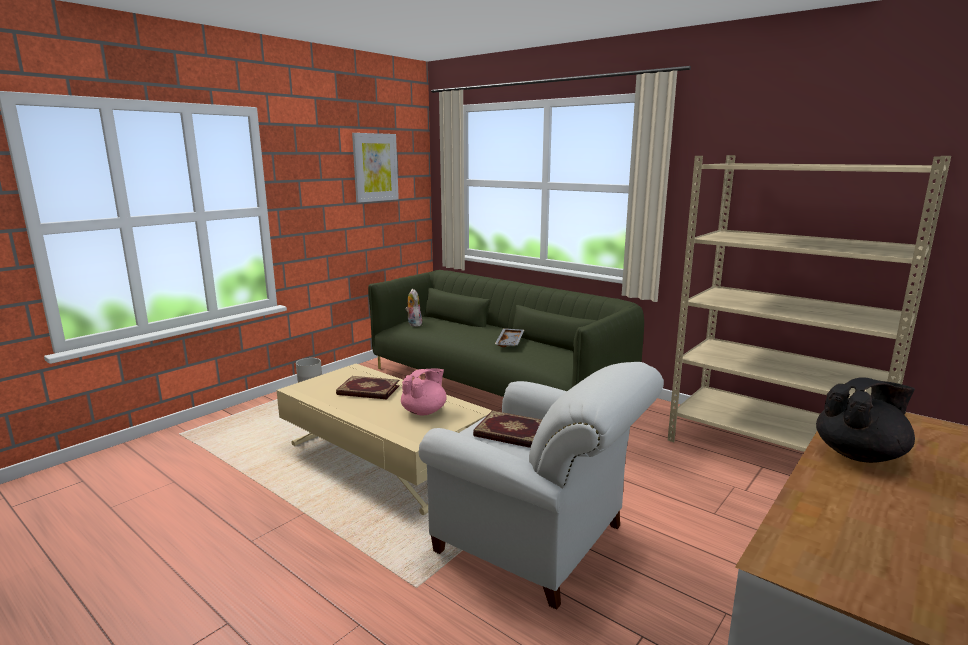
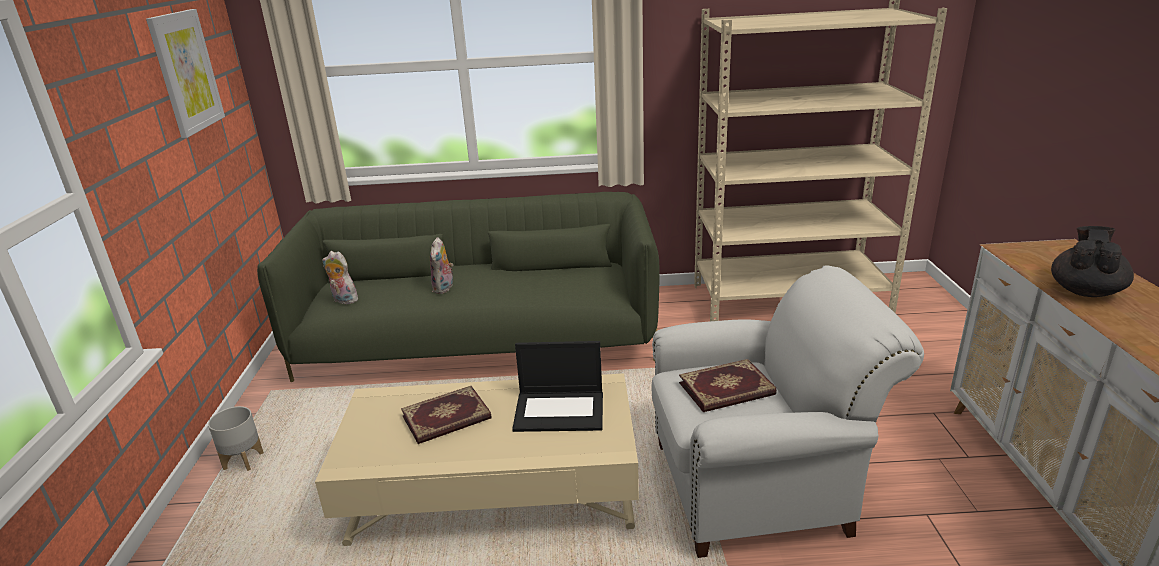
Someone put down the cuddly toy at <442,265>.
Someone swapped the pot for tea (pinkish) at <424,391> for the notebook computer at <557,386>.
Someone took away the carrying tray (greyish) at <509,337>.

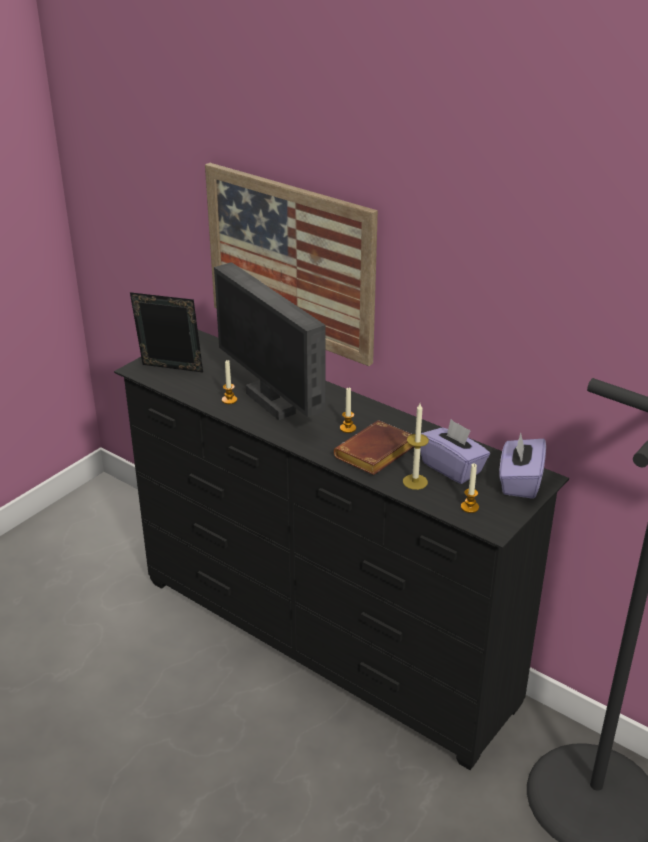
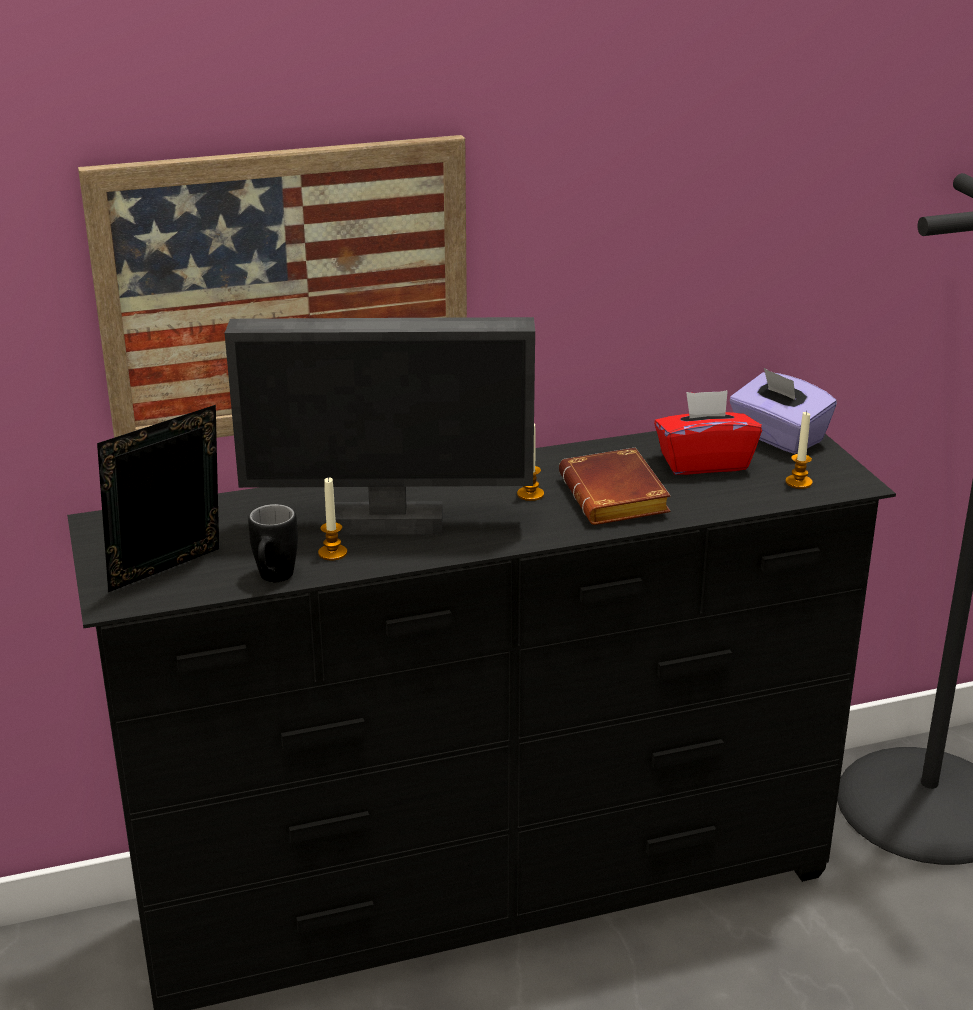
Someone put down the tea mug (black) at <273,543>.
Someone repainted the tissue box (purplish) at <455,451>, which became the tissue box (red) at <708,432>.
Someone took away the wax candle at <416,446>.

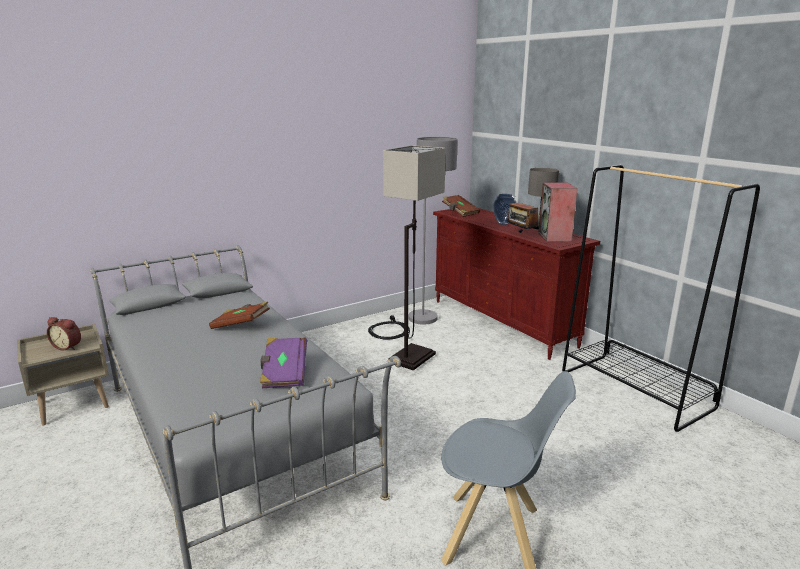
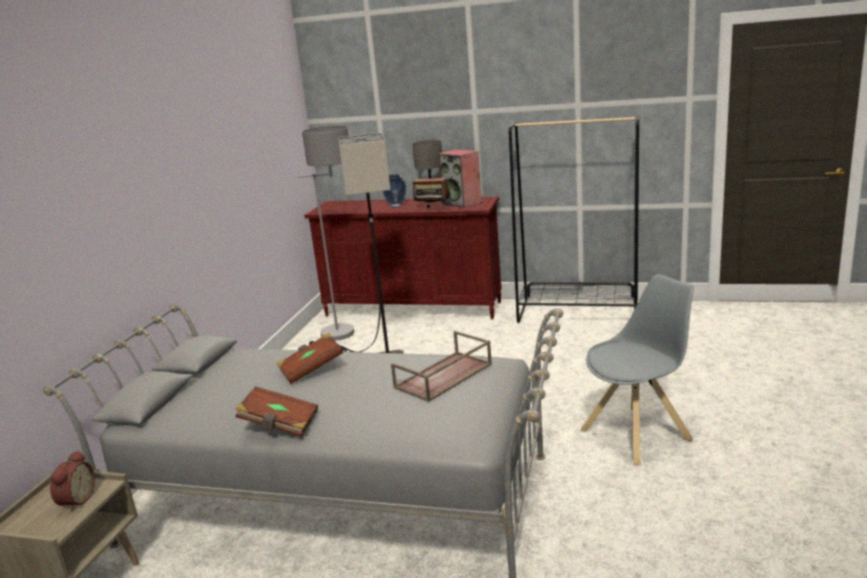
Someone rotated the alarm clock at <64,334> by 60 degrees counterclockwise.
Someone carried the volume (brown-coloured) from <461,206> to <276,412>.
Someone swapped the volume (purplish) at <283,363> for the carrying tray (brown-coloured) at <441,366>.

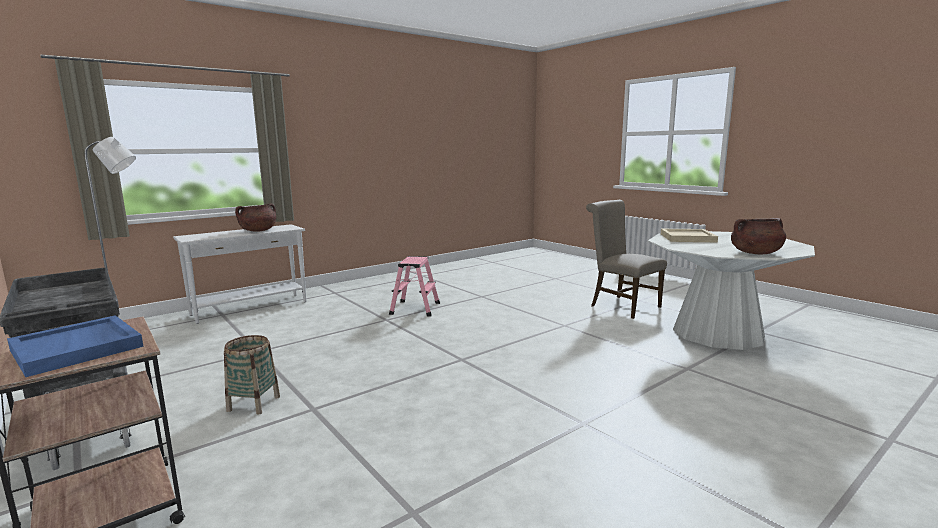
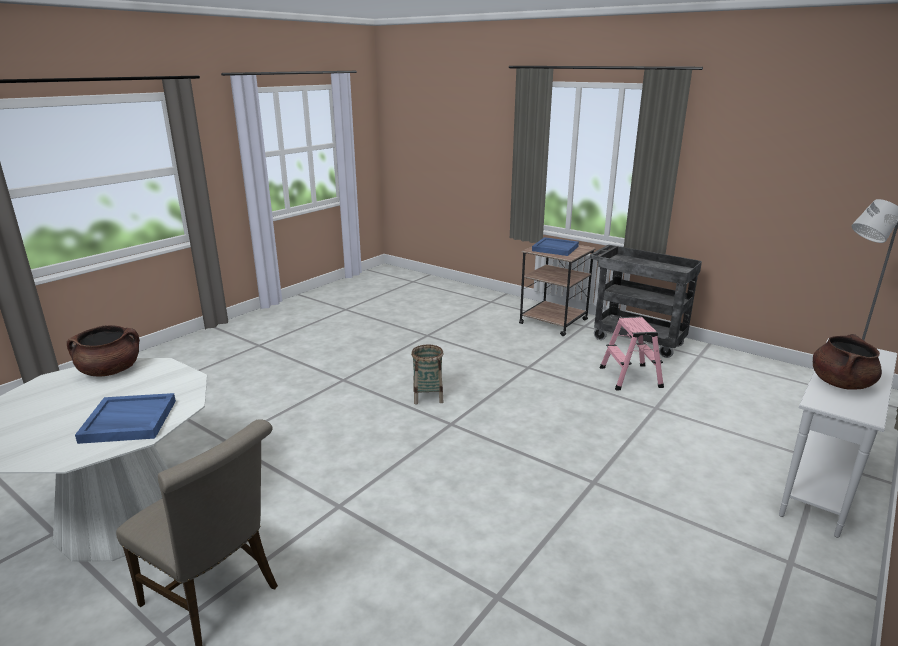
Someone repainted the carrying tray (beige-coloured) at <689,235>, which became the carrying tray (bluish) at <125,418>.
Someone carried the basket from <252,375> to <427,374>.
Someone carried the step stool (pinkish) from <414,286> to <631,353>.

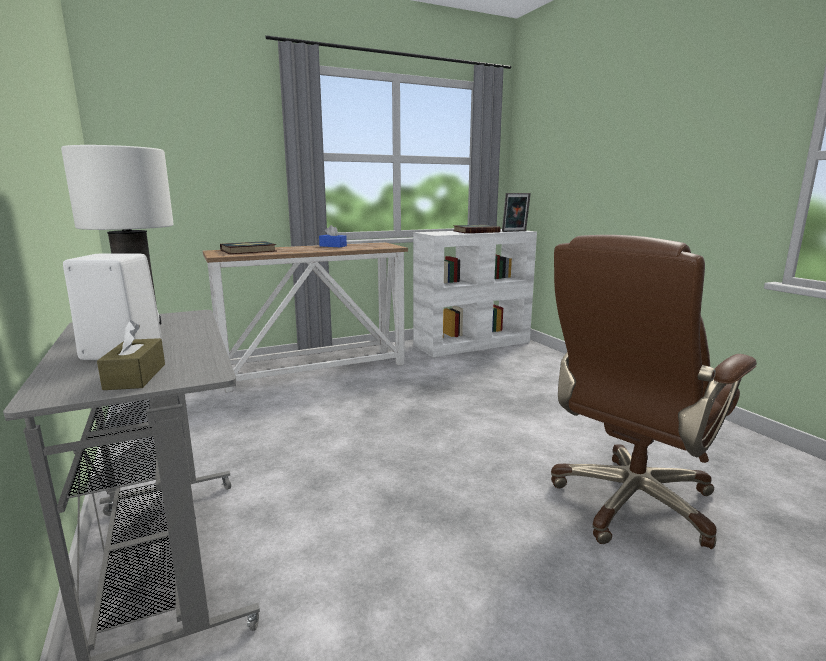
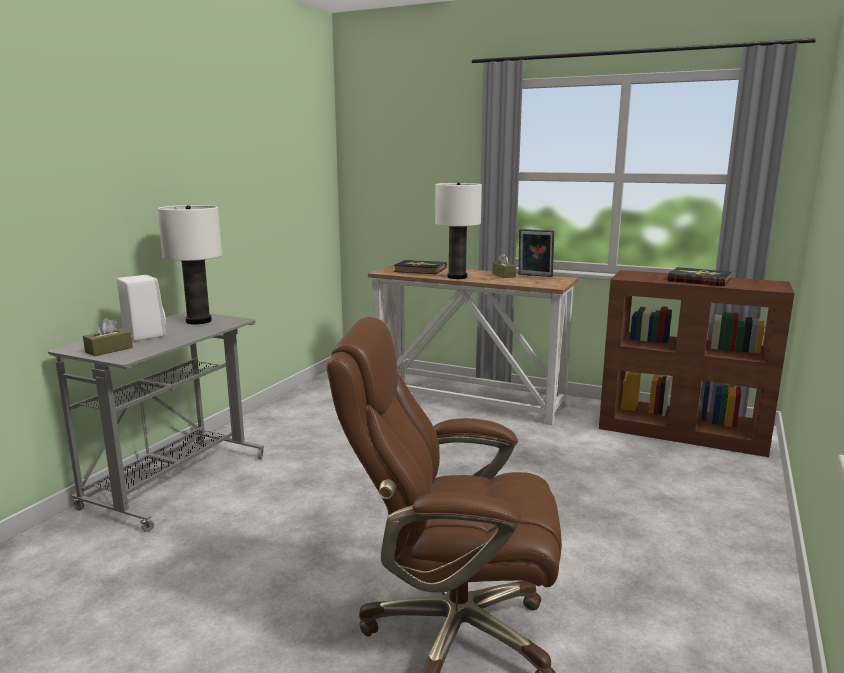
Someone put down the lamp for a table (white) at <458,231>.
Someone repainted the tissue box (bluish) at <333,236>, which became the tissue box (brown-coloured) at <504,265>.
Someone carried the photo frame from <516,212> to <536,253>.
Someone repainted the bookshelf (white) at <475,293>, which became the bookshelf (brown-coloured) at <697,363>.

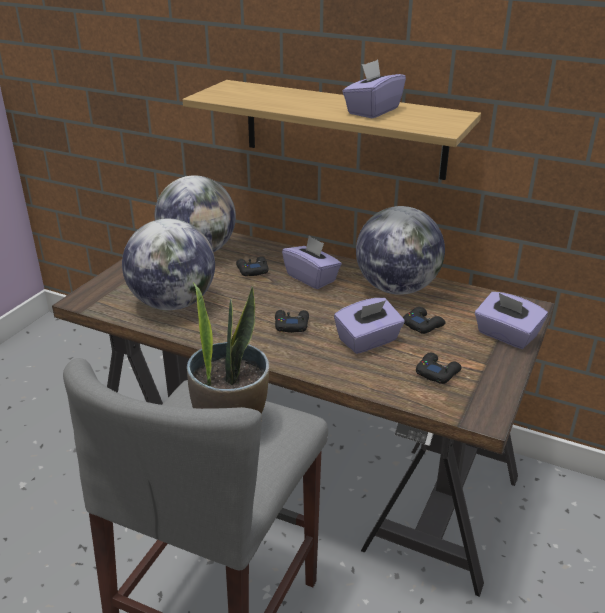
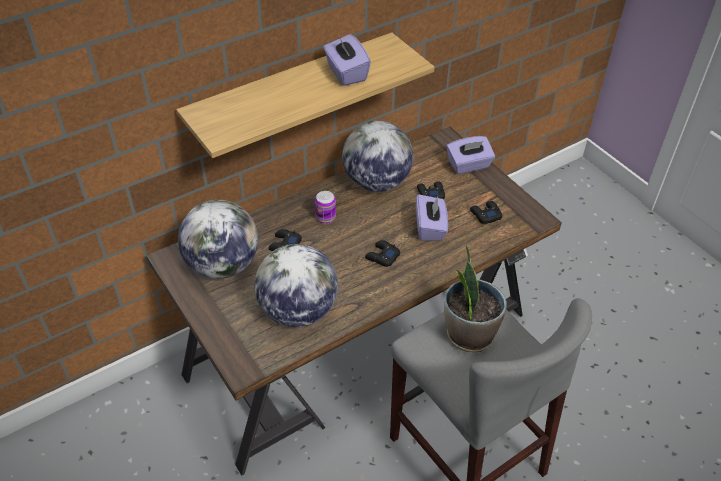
Someone swapped the tissue box (purplish) at <312,262> for the sealed can at <325,207>.

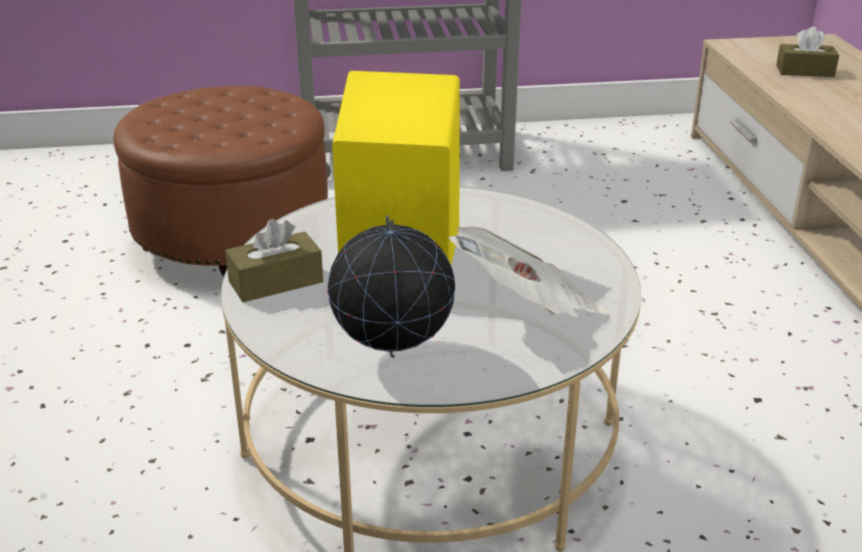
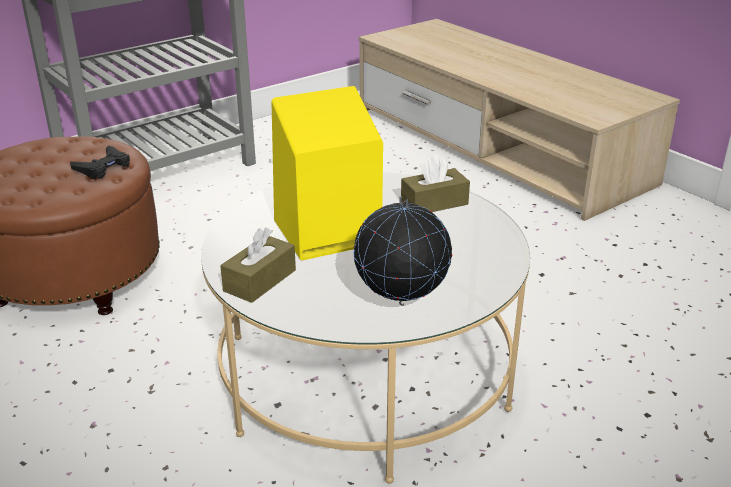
Someone put down the game controller (black) at <100,162>.
Someone carried the tissue box (brown-coloured) from <807,52> to <435,183>.
Someone took away the printed paper at <528,272>.

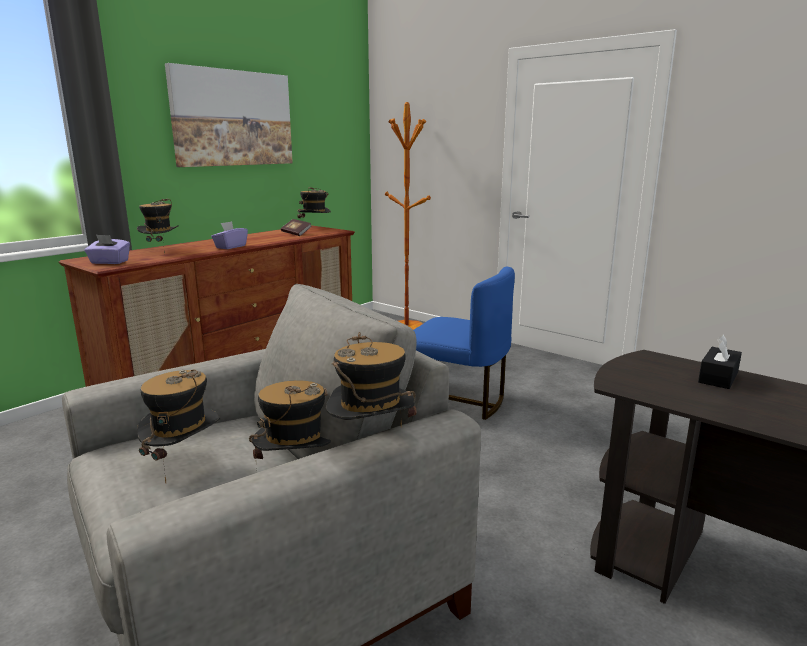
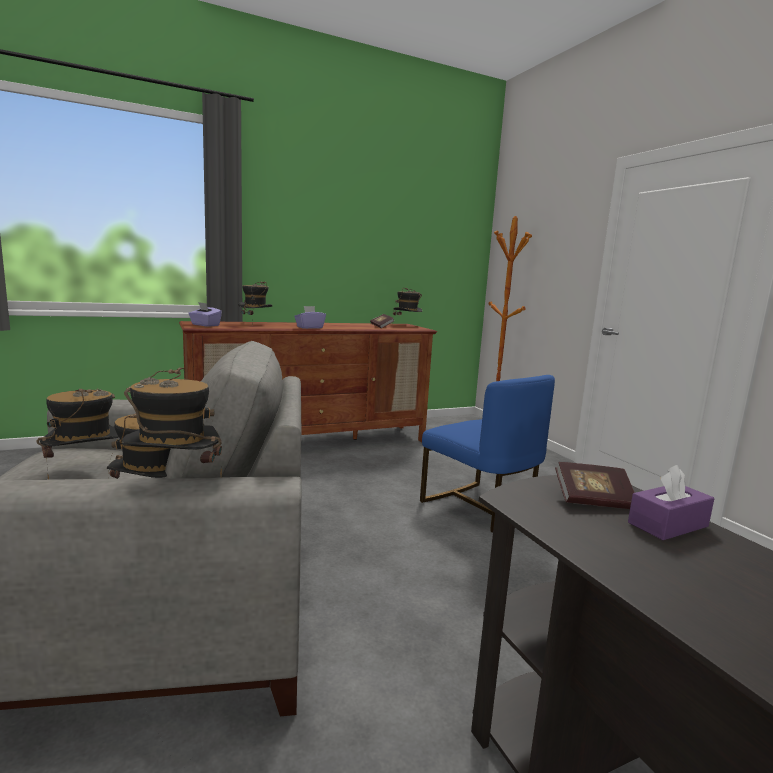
Someone put down the volume at <595,485>.
Someone repainted the tissue box (black) at <720,362>, which became the tissue box (purplish) at <671,502>.
Someone took away the wall picture at <229,115>.

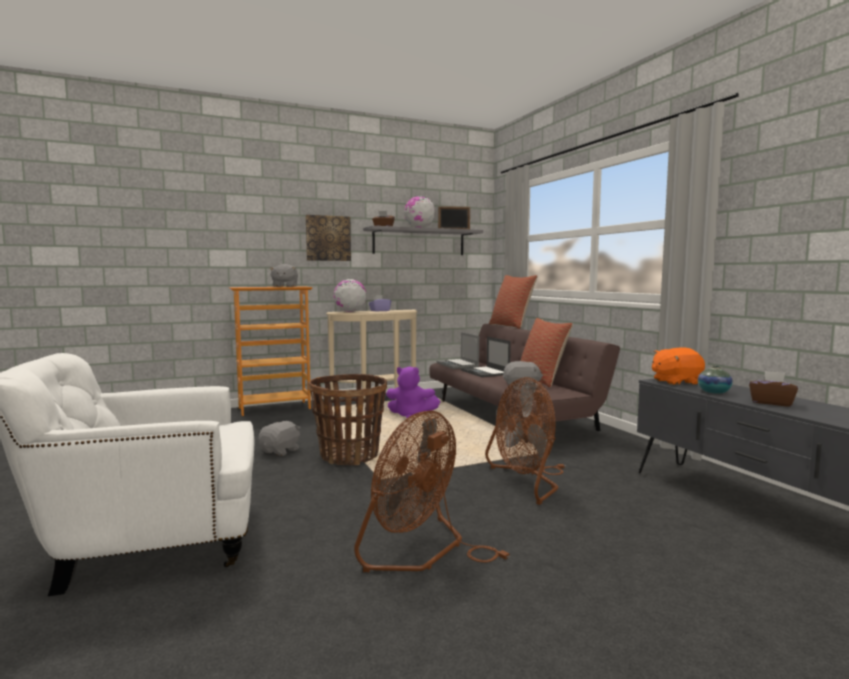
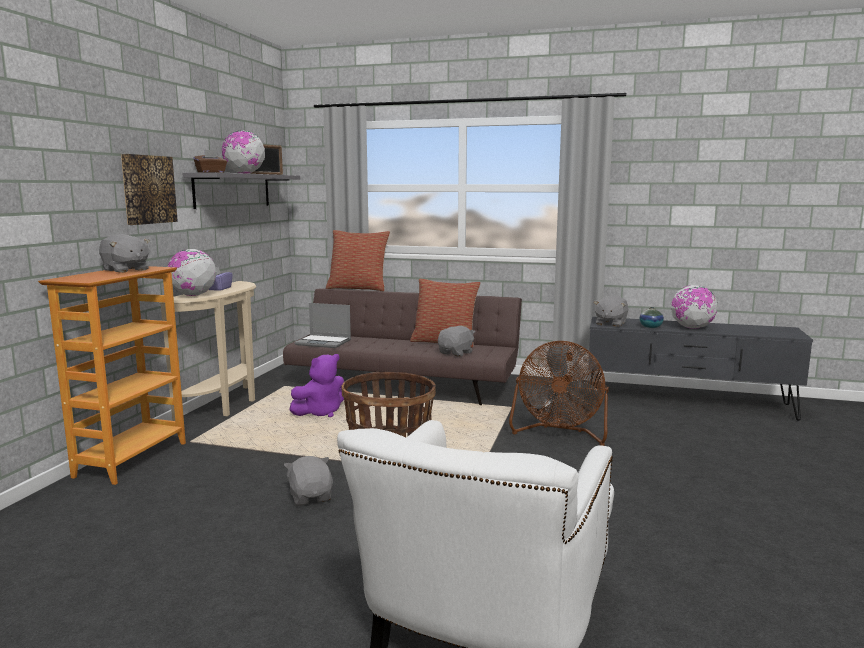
Someone repainted the cuddly toy (orange) at <678,366>, which became the cuddly toy (greyish) at <611,311>.
Someone swapped the tissue box (brown-coloured) at <773,389> for the globe at <694,307>.
Someone took away the cooling fan (brown-coloured) at <431,492>.
Someone took away the notebook computer at <486,357>.

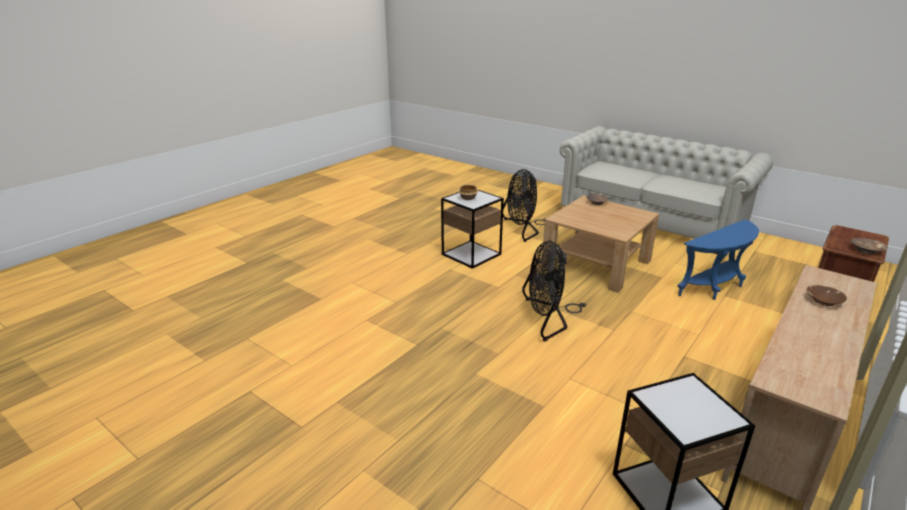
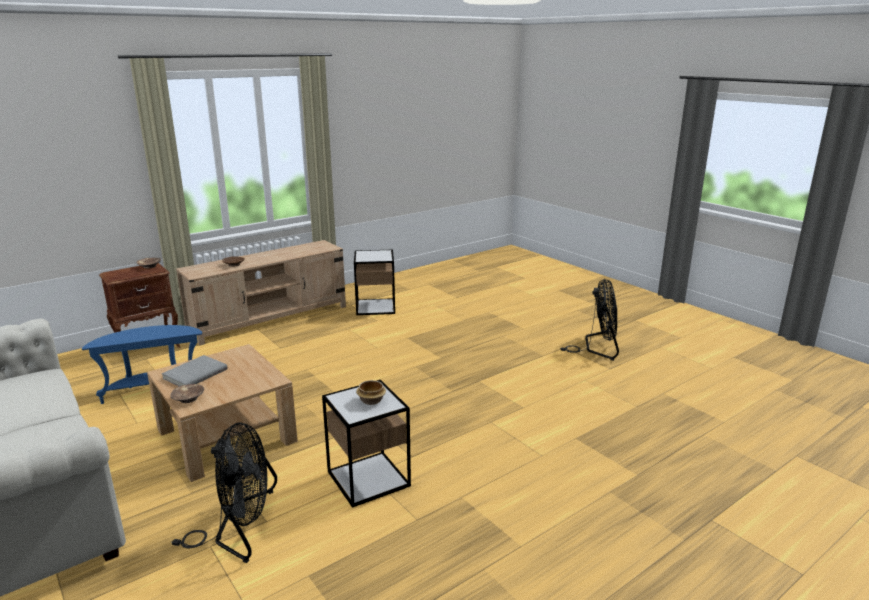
Someone put down the volume (greyish) at <194,370>.
Someone carried the cooling fan (black) from <554,291> to <590,320>.

